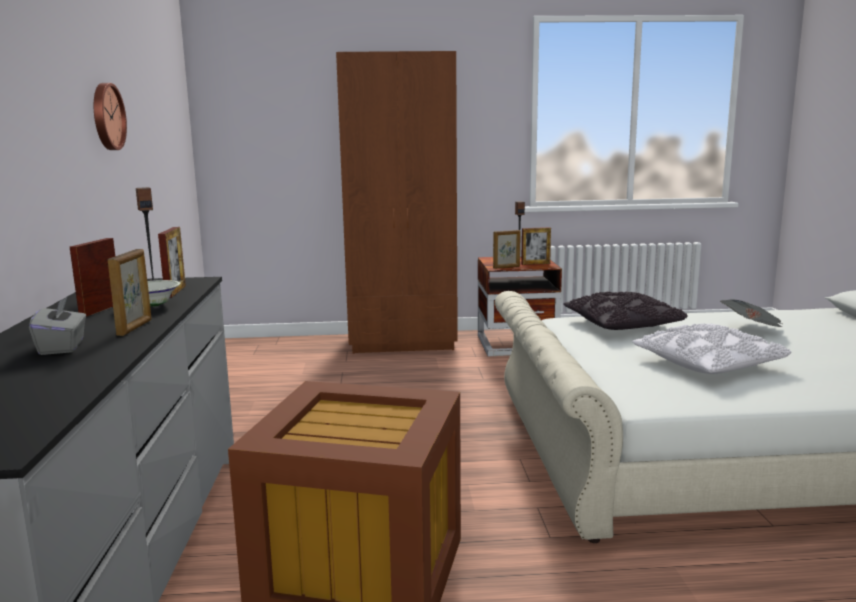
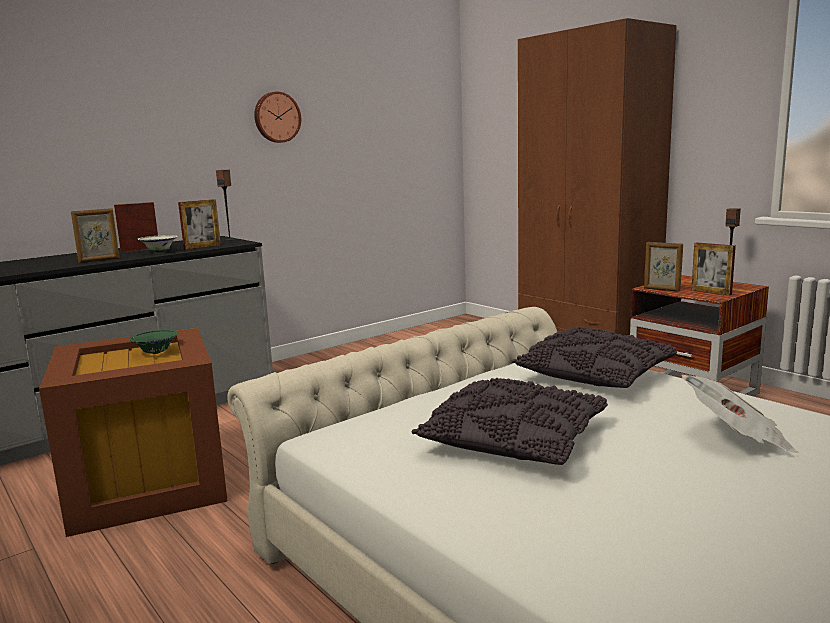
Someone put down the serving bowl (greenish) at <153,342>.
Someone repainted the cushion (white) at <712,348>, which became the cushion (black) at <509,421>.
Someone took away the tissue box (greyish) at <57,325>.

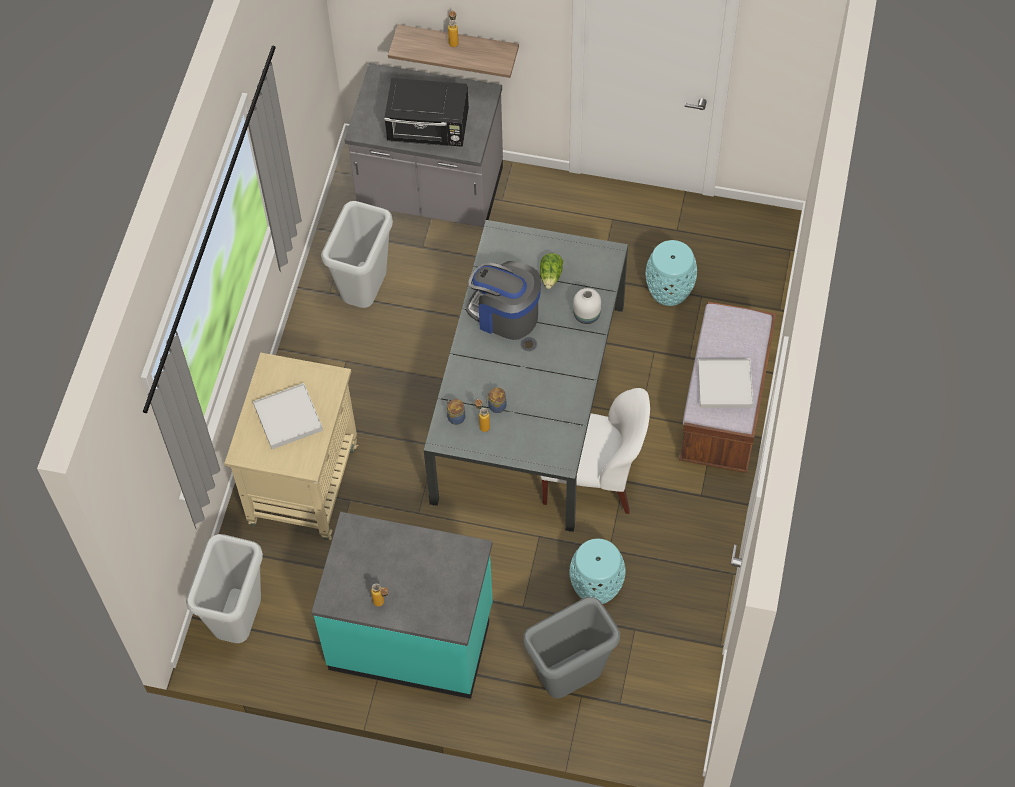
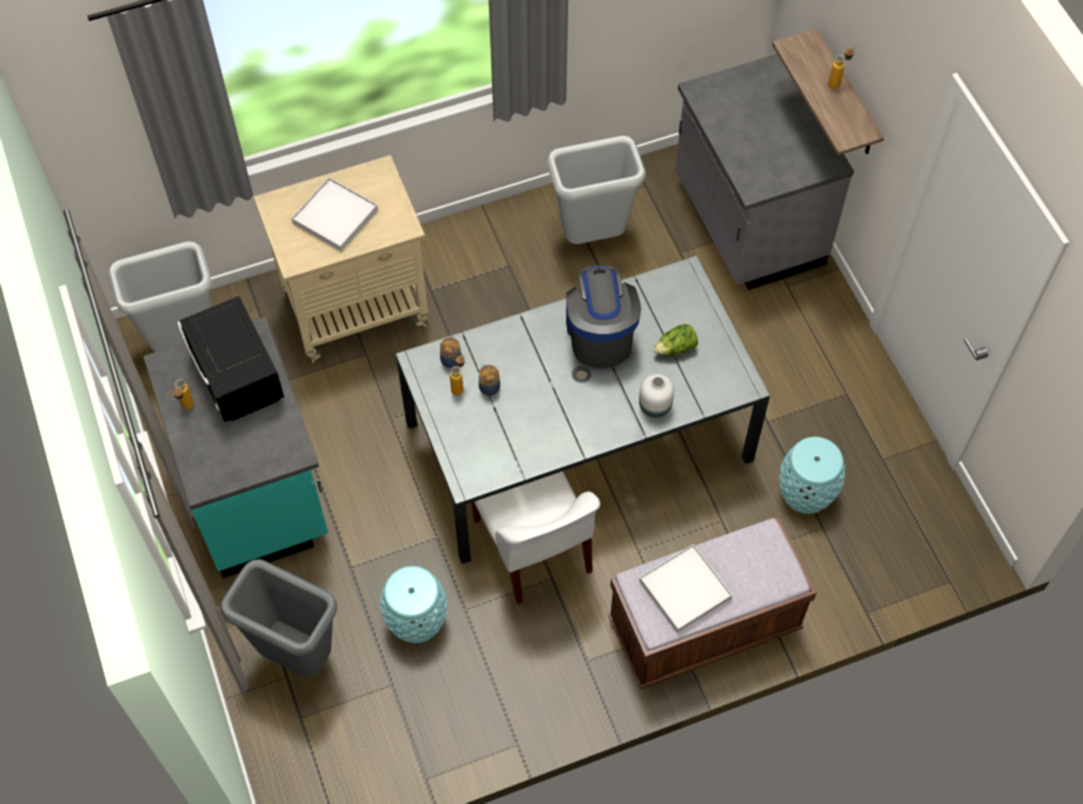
Someone carried the microwave (black) from <426,112> to <231,359>.

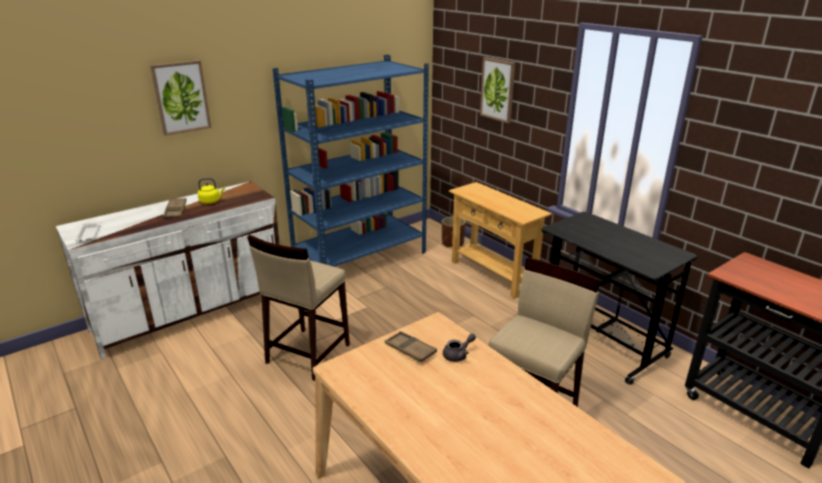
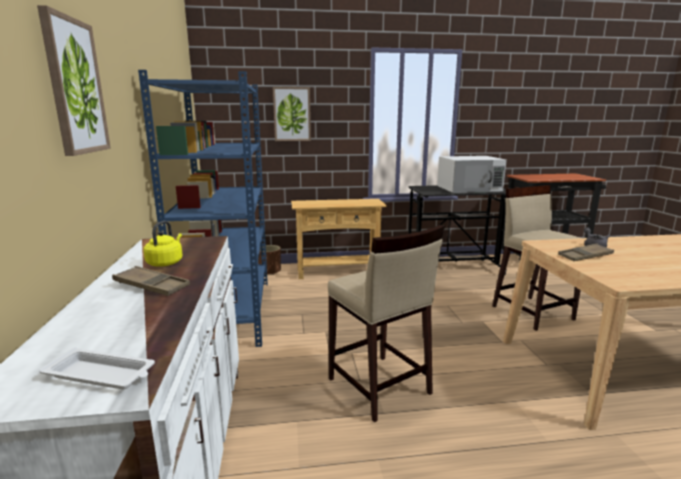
Someone put down the microwave (white) at <472,174>.

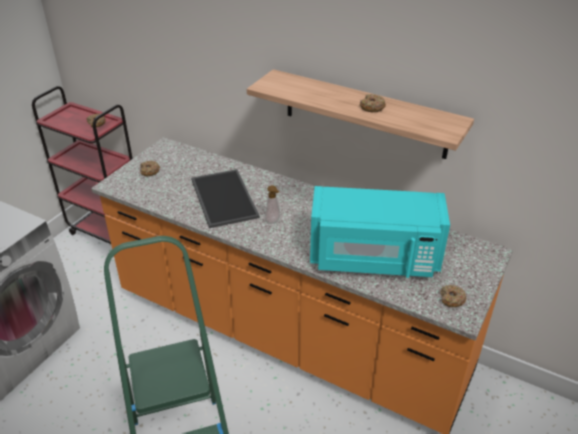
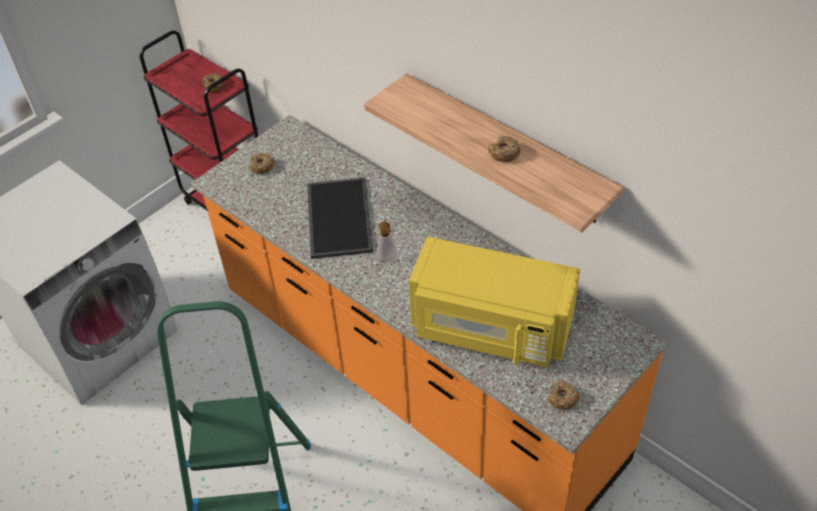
Someone repainted the microwave (turquoise-coloured) at <380,232>, which became the microwave (yellow-coloured) at <494,301>.

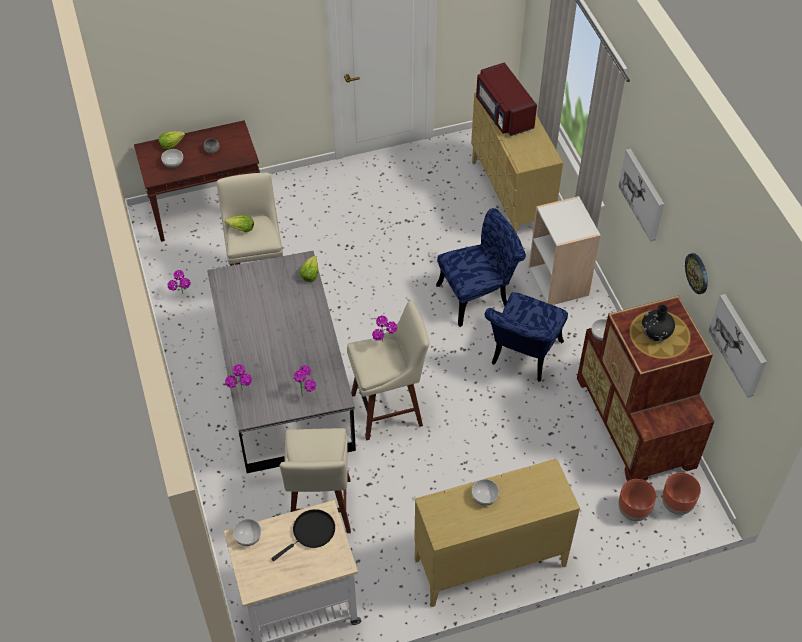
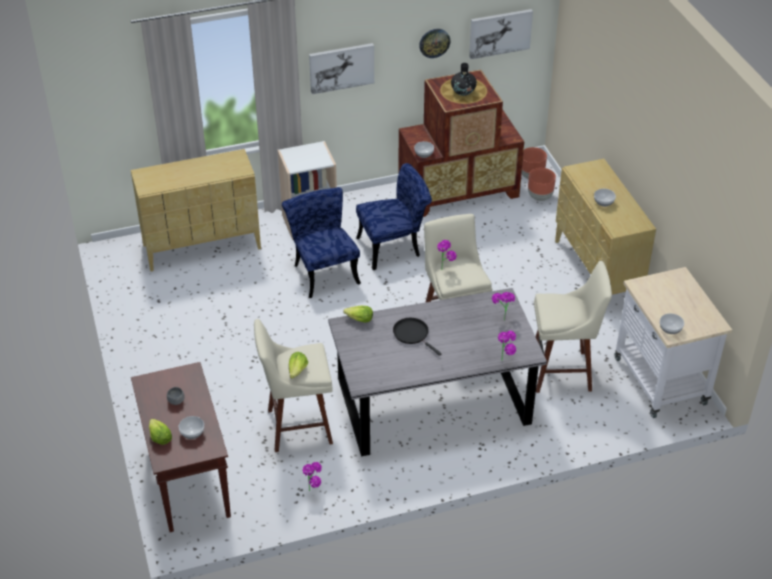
Someone rotated the upright chair (bluish) at <526,337> by 45 degrees counterclockwise.
Someone carried the pan (black) from <303,535> to <417,337>.
Someone took away the microwave (red) at <506,99>.

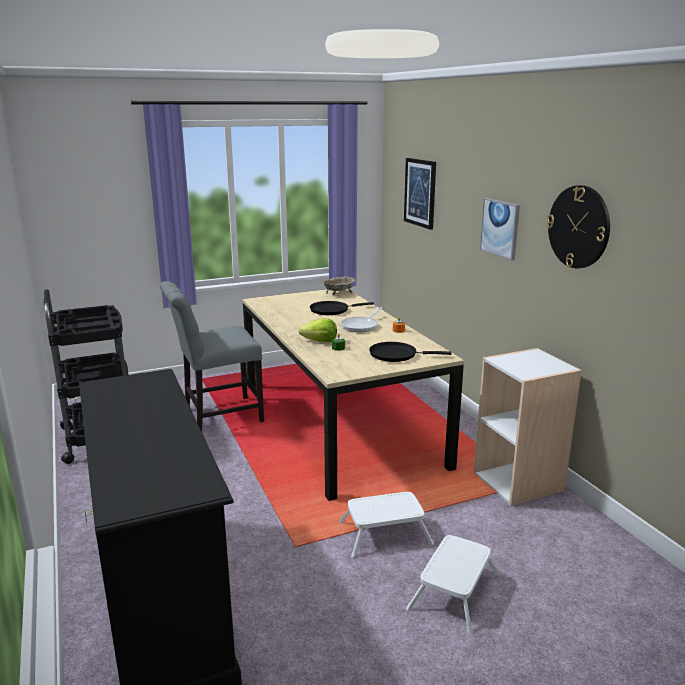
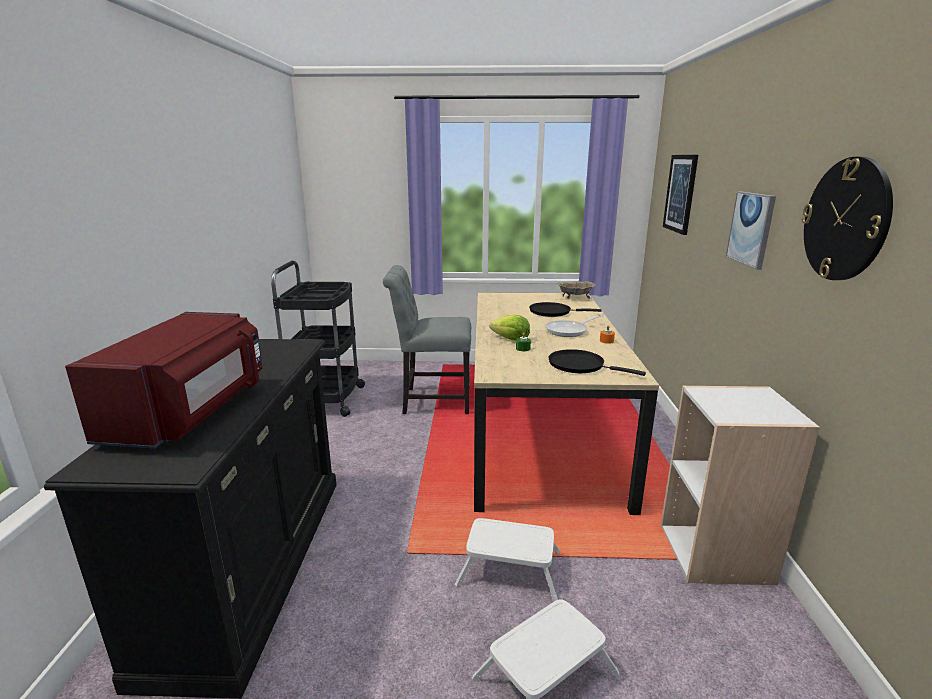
Someone put down the microwave (red) at <164,380>.

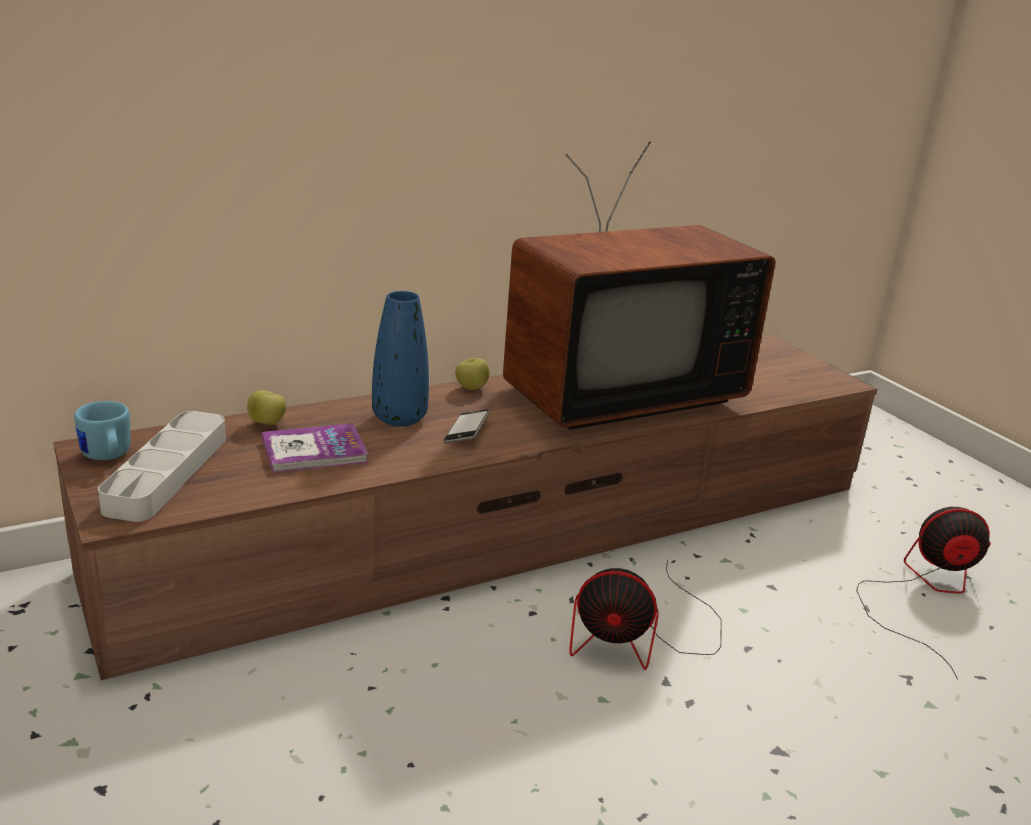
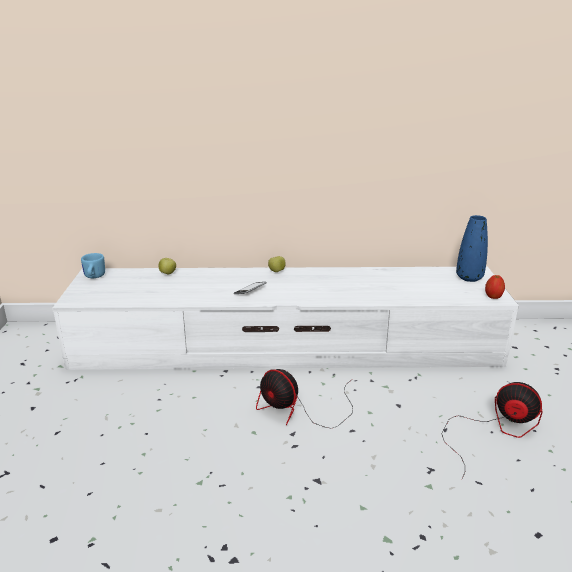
Someone repainted the media console (brown-coloured) at <465,507>, which became the media console (white) at <285,318>.
Someone carried the vase (bluish) from <400,358> to <472,248>.
Someone put down the whole apple at <495,287>.
Someone took away the carrying tray (greyish) at <162,466>.
Someone took away the volume at <315,448>.
Someone took away the TV set at <639,285>.

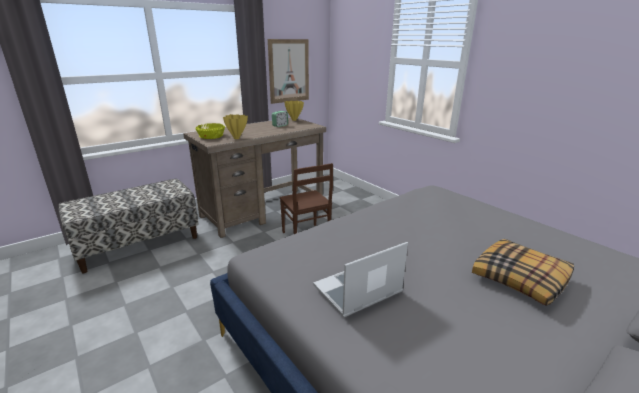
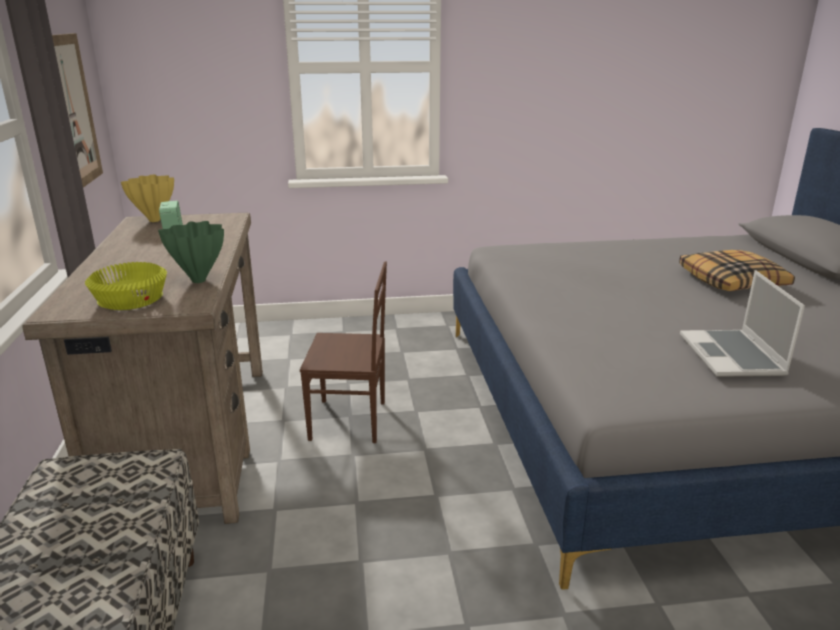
Someone repainted the vase (yellow-coloured) at <235,126>, which became the vase (greenish) at <191,252>.

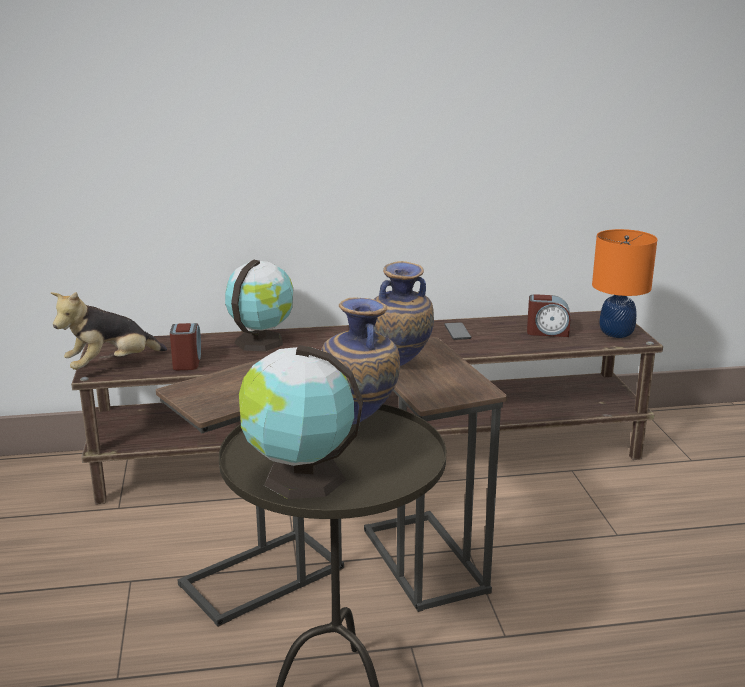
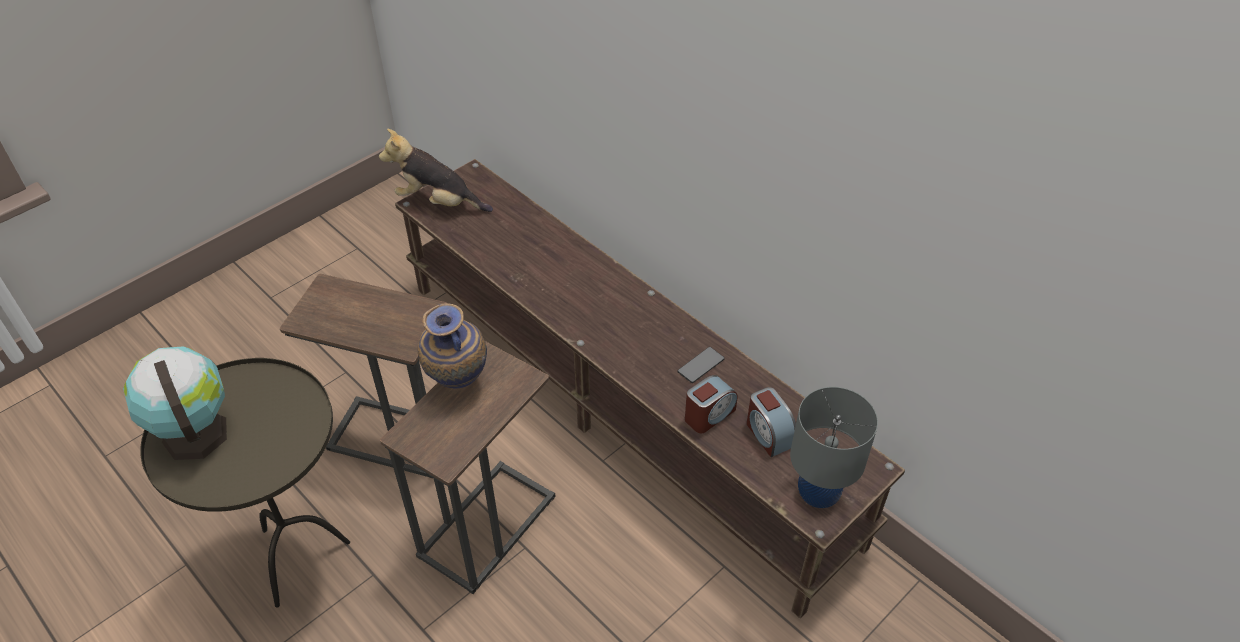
Someone carried the alarm clock from <185,346> to <711,404>.
Someone repainted the lamp for a table (orange) at <624,283>, which became the lamp for a table (greyish) at <834,447>.
Someone took away the globe at <259,305>.
Someone took away the vase at <360,361>.

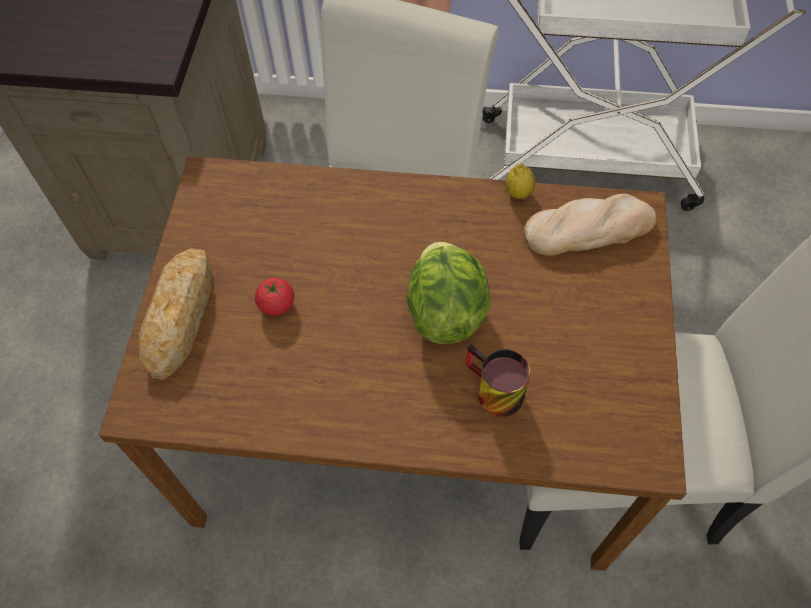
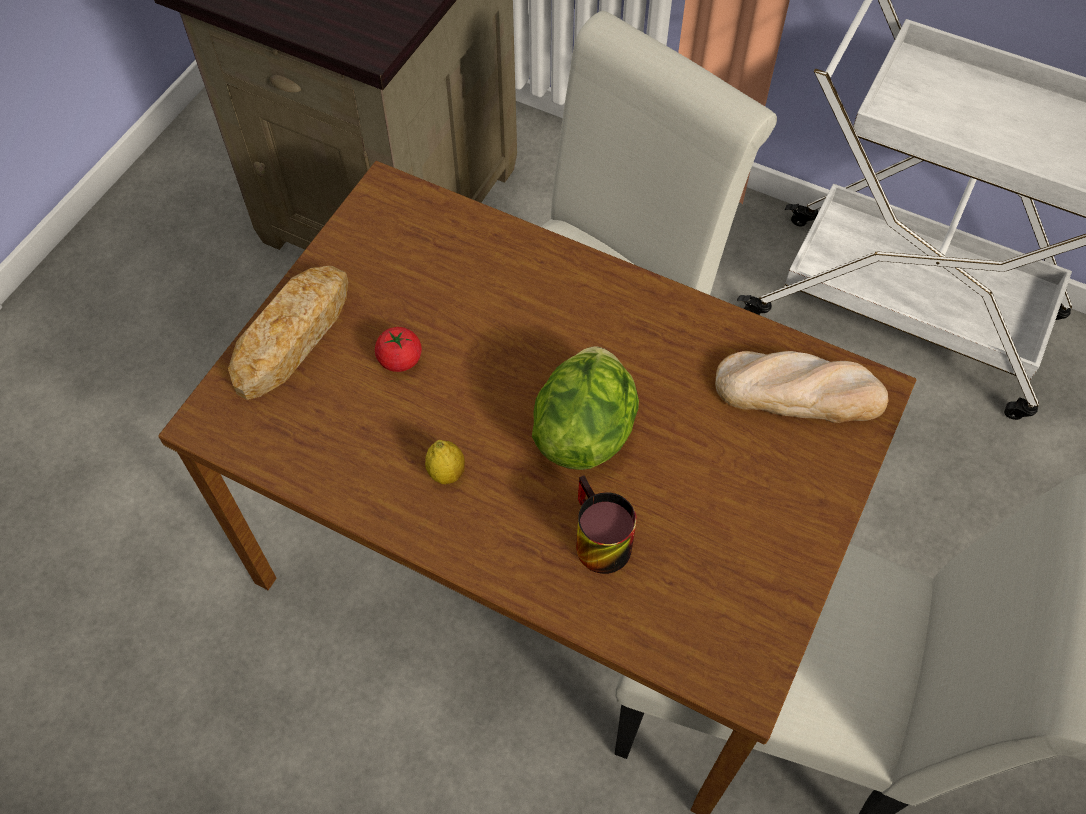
Someone carried the citrus fruit from <520,181> to <445,462>.

